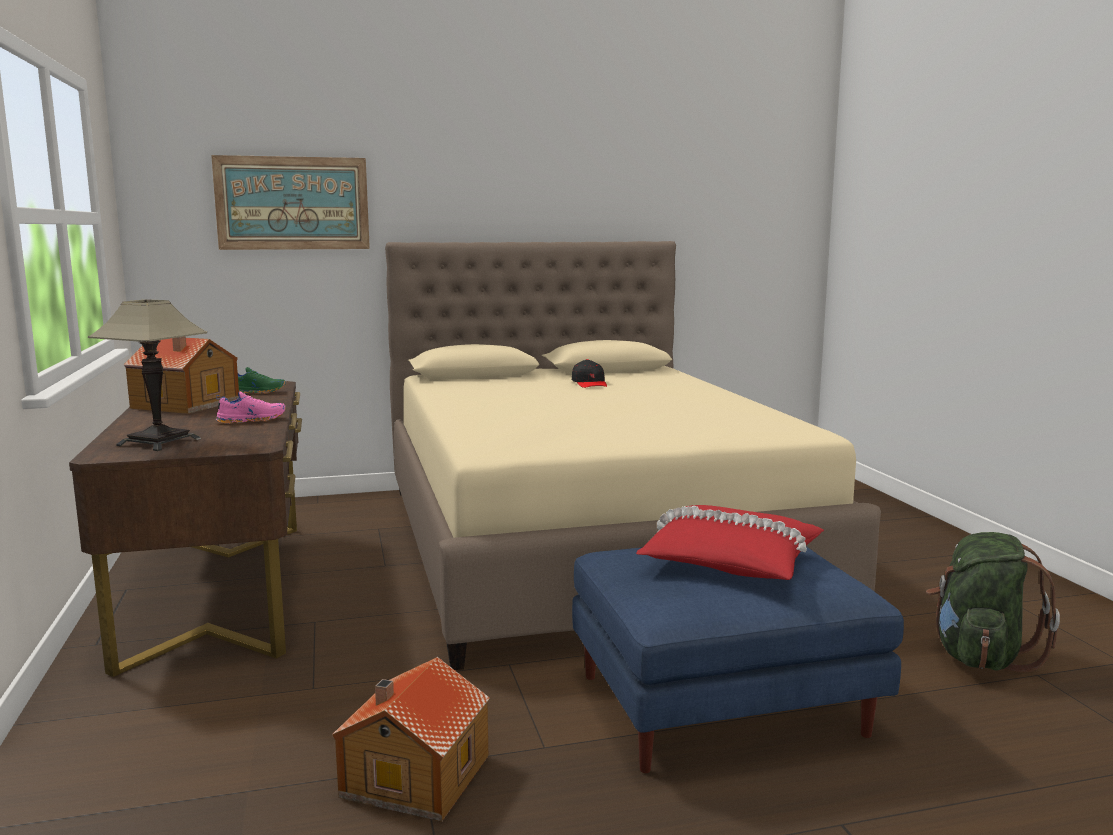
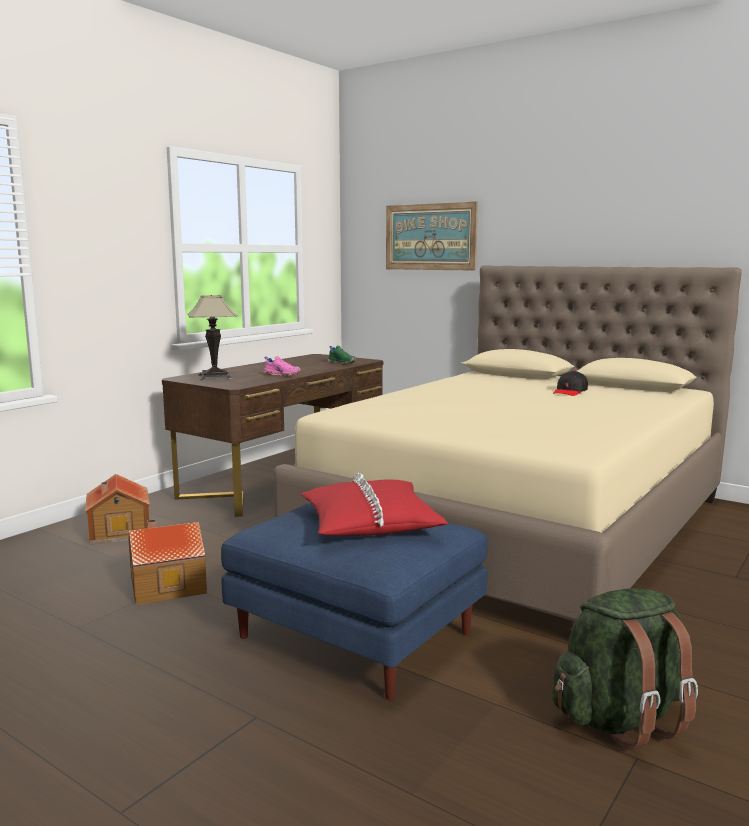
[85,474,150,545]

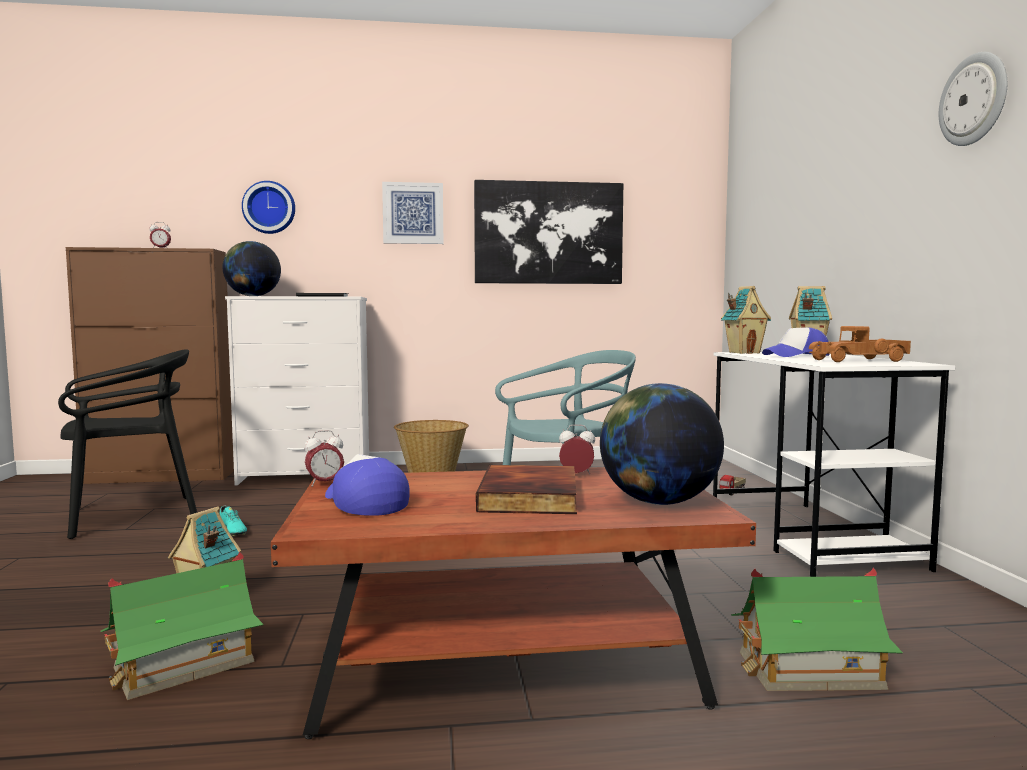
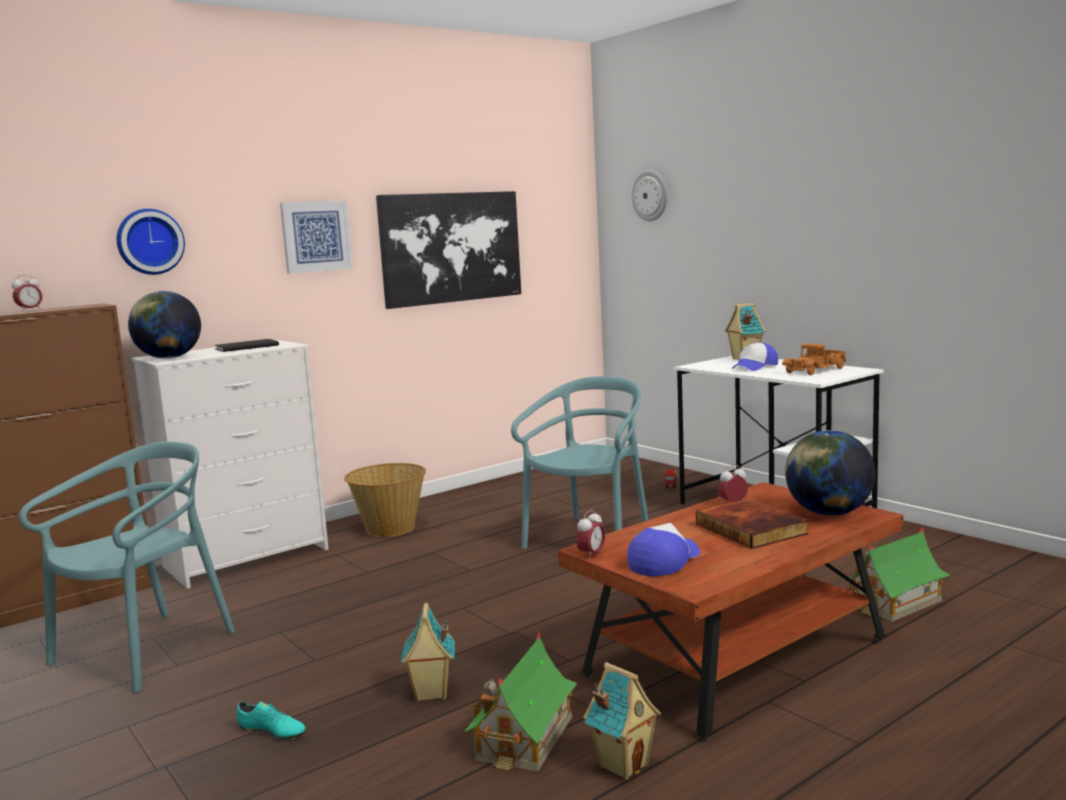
[19,441,235,693]
[237,701,306,741]
[583,662,661,780]
[627,523,700,576]
[631,170,667,221]

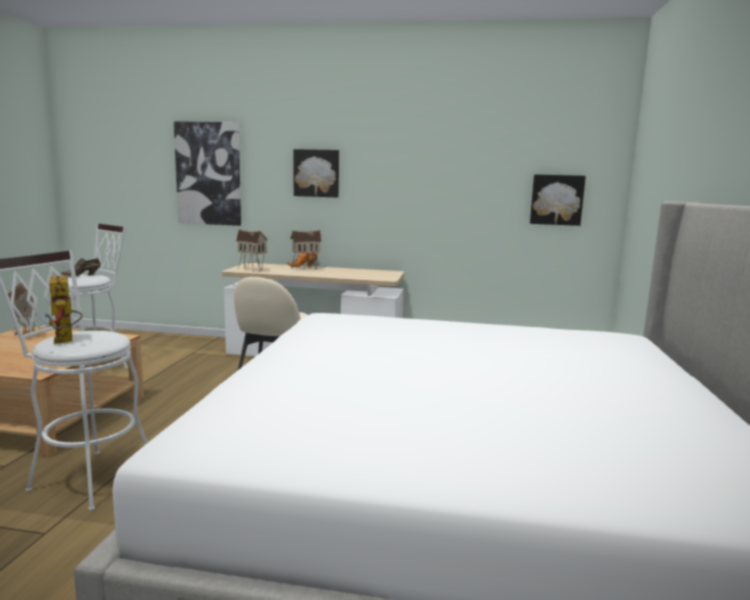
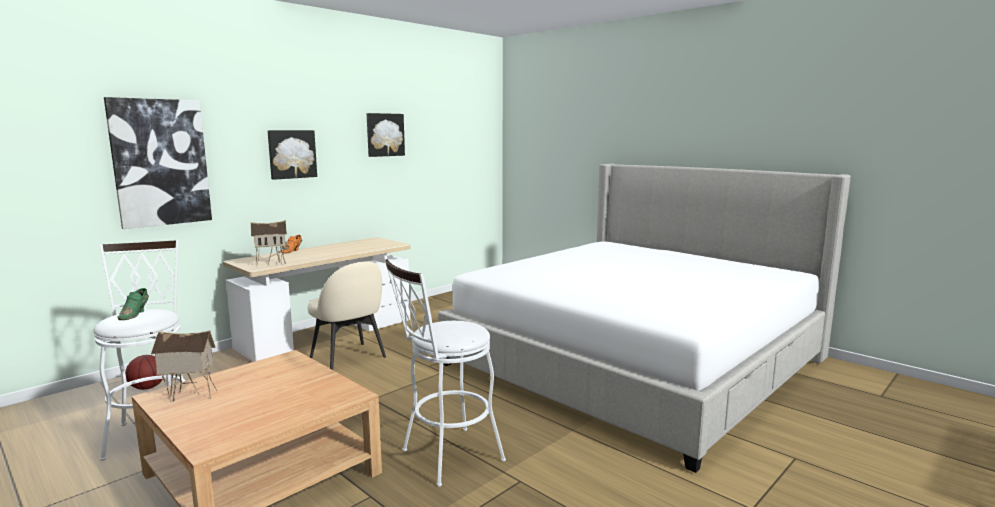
[117,288,149,320]
[125,355,163,390]
[367,113,405,157]
[45,275,82,344] (first image)
[290,230,321,270] (first image)

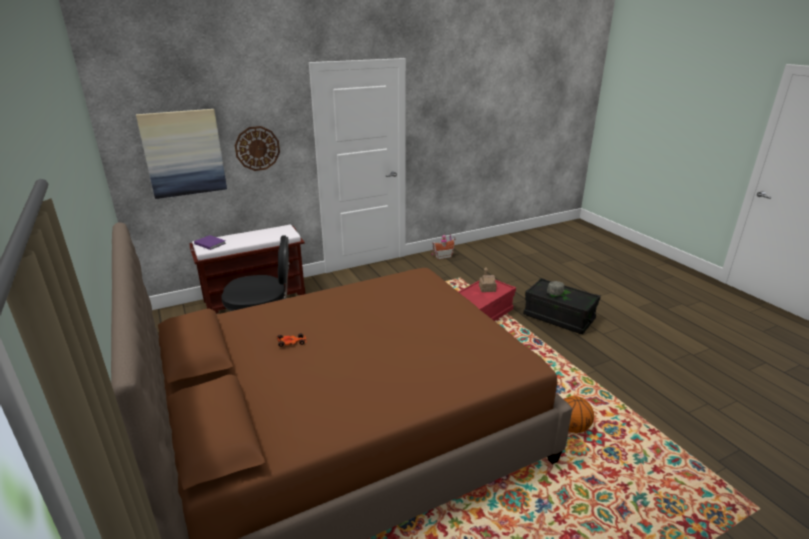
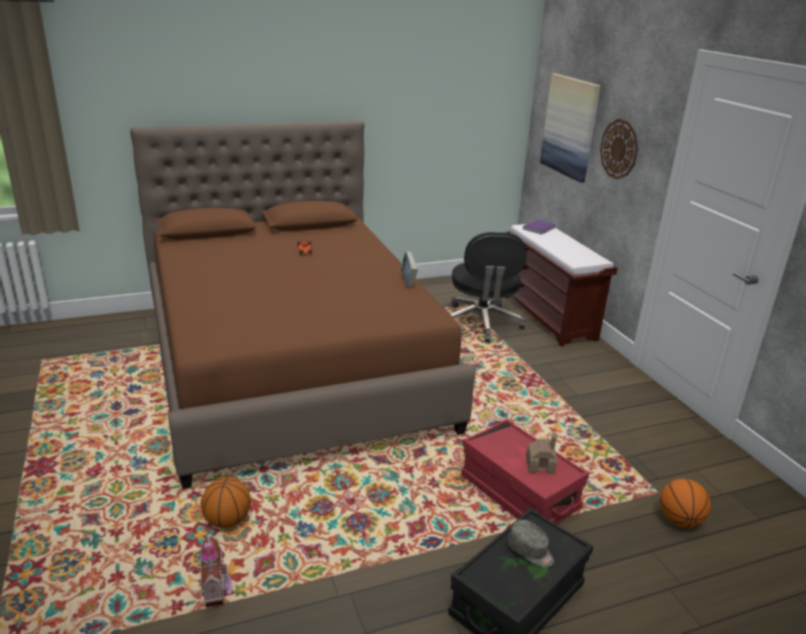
[200,531,233,607]
[401,251,418,287]
[660,479,711,528]

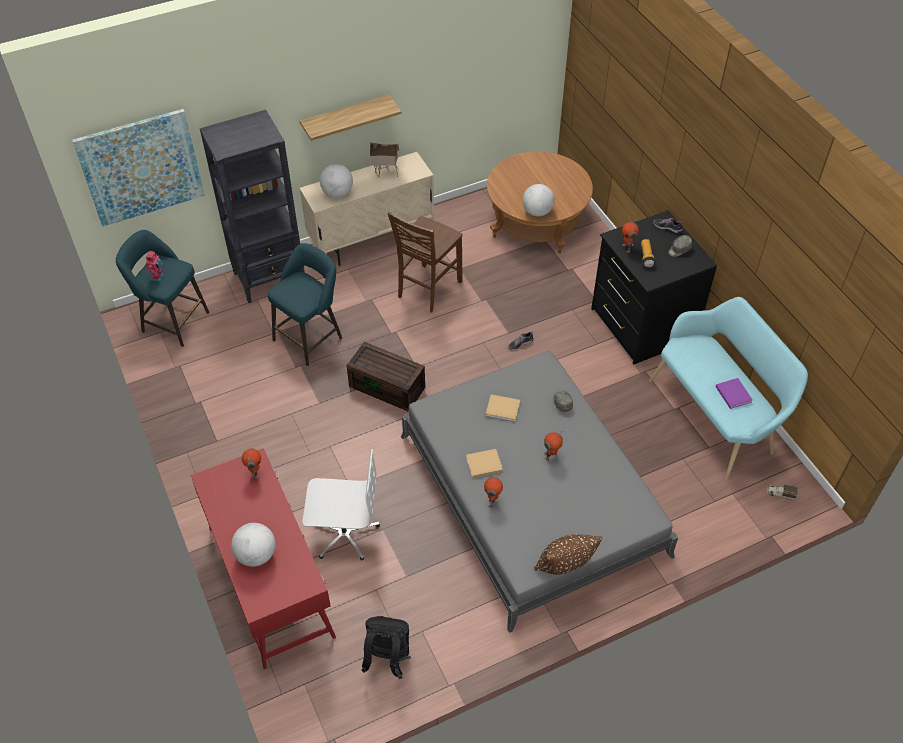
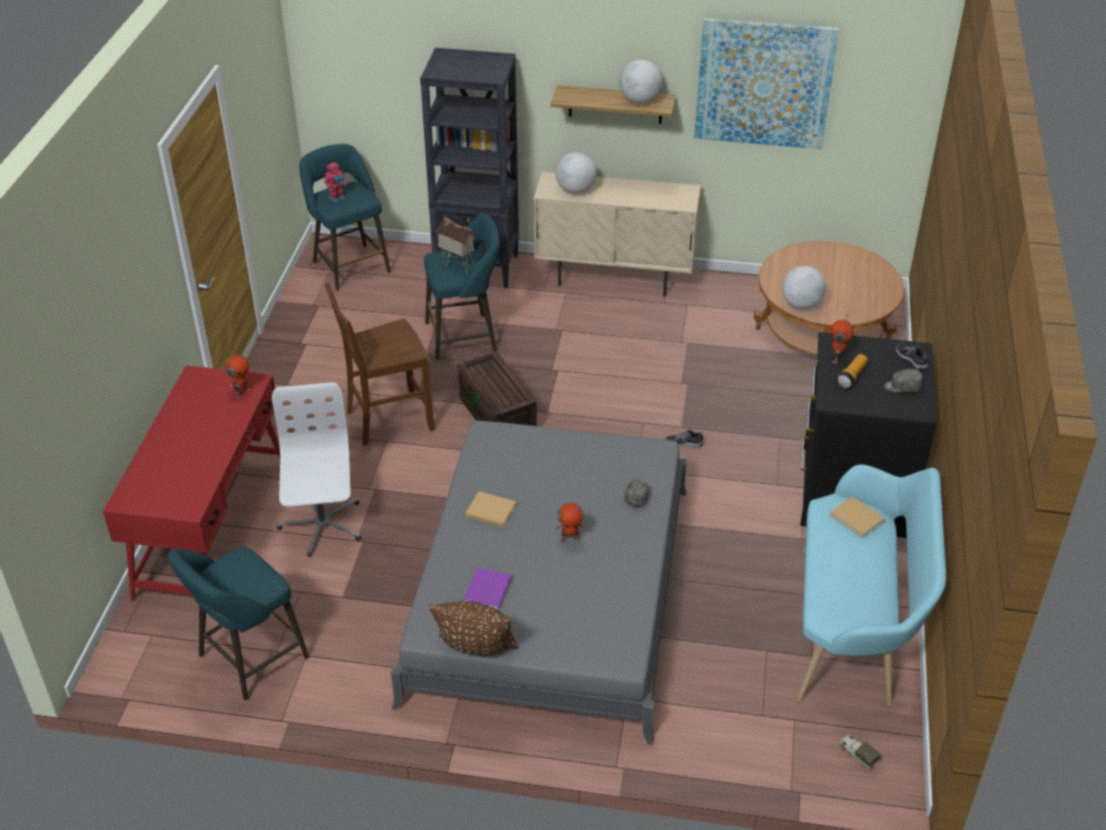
[167,547,309,700]
[272,382,361,557]
[325,283,435,446]
[436,216,476,275]
[464,568,511,610]
[619,59,662,103]
[694,18,839,149]
[829,496,885,538]
[484,473,503,508] (first image)

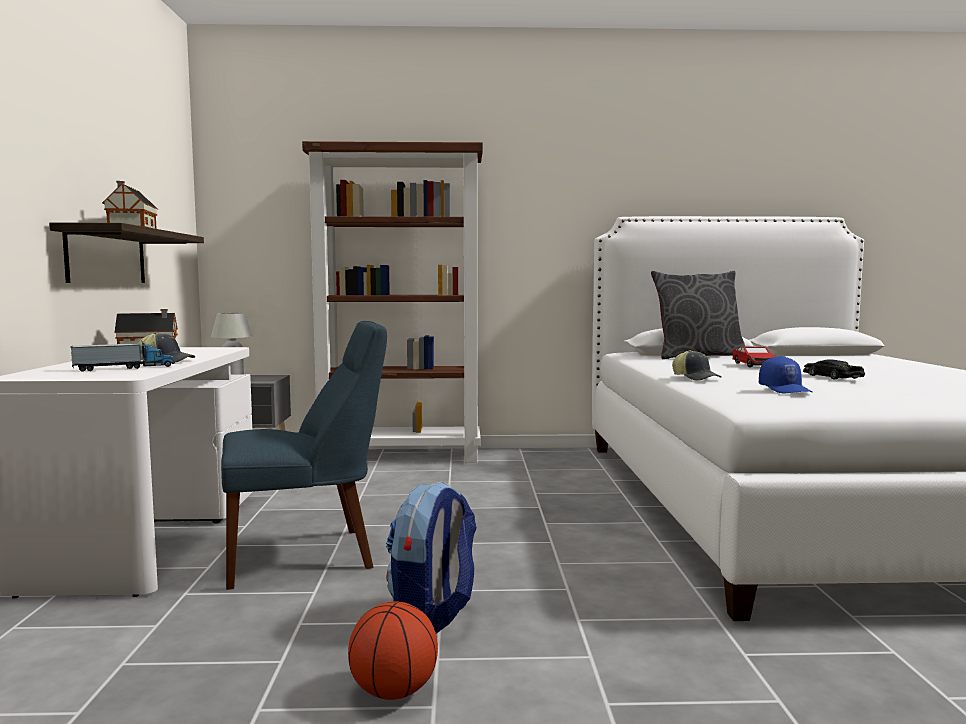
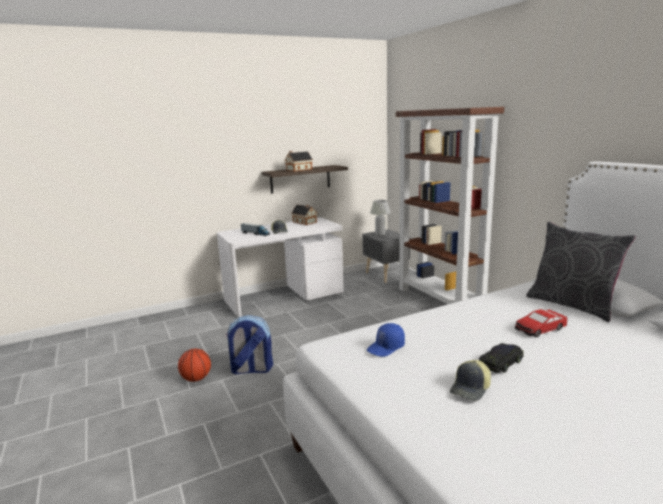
[450,360,491,401]
[221,321,387,590] (first image)

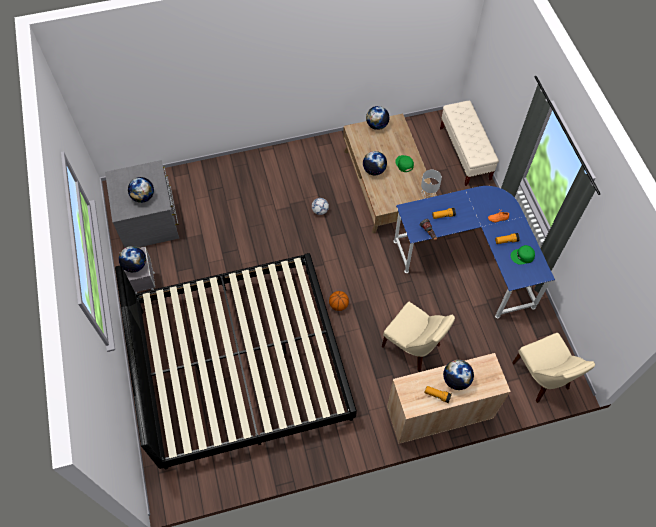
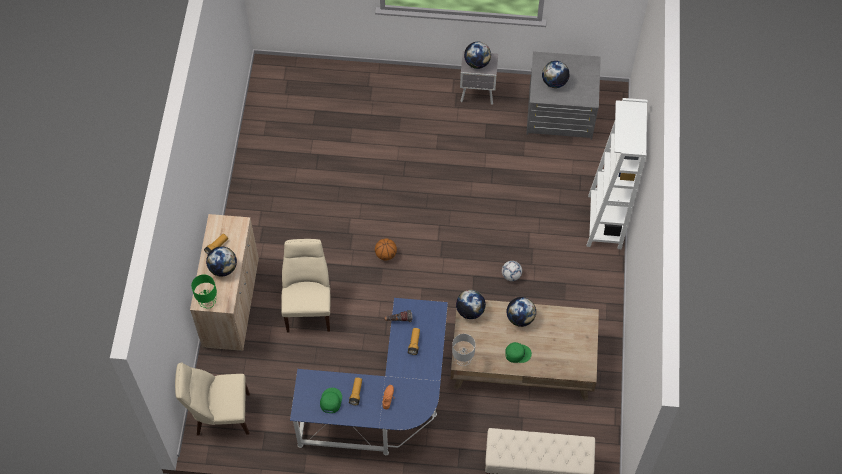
[191,274,217,309]
[281,239,330,333]
[456,290,486,319]
[586,98,647,249]
[115,253,357,469] (first image)

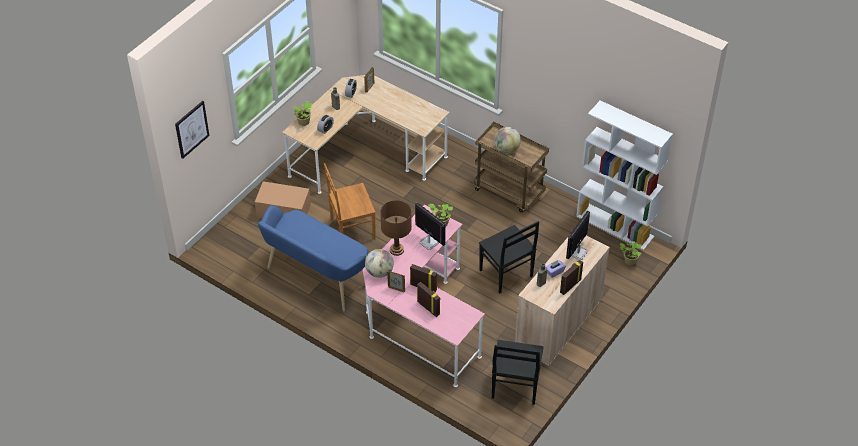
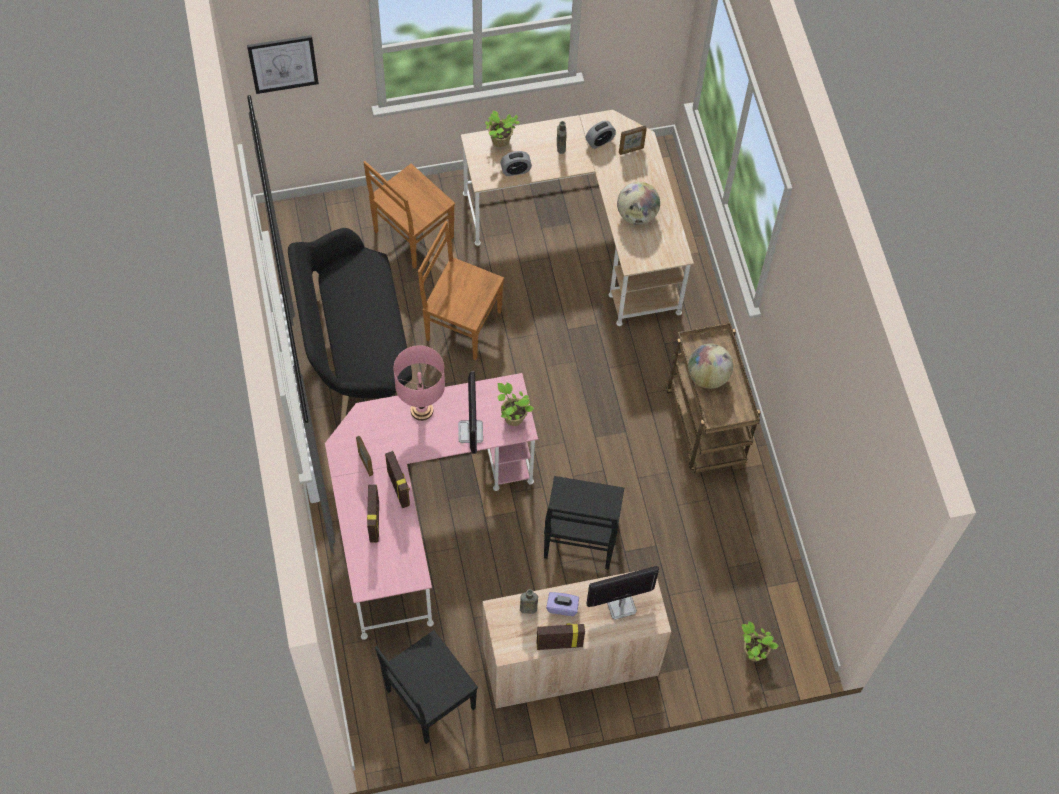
[288,228,412,422]
[364,161,455,269]
[393,345,445,421]
[617,182,660,225]
[576,100,673,250] (first image)

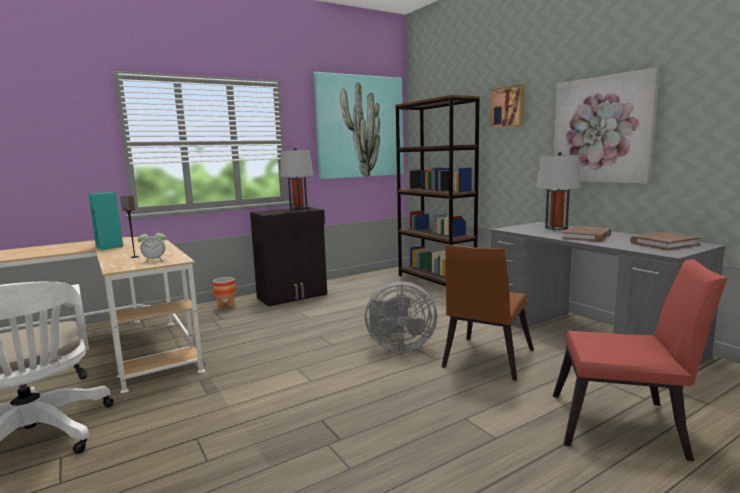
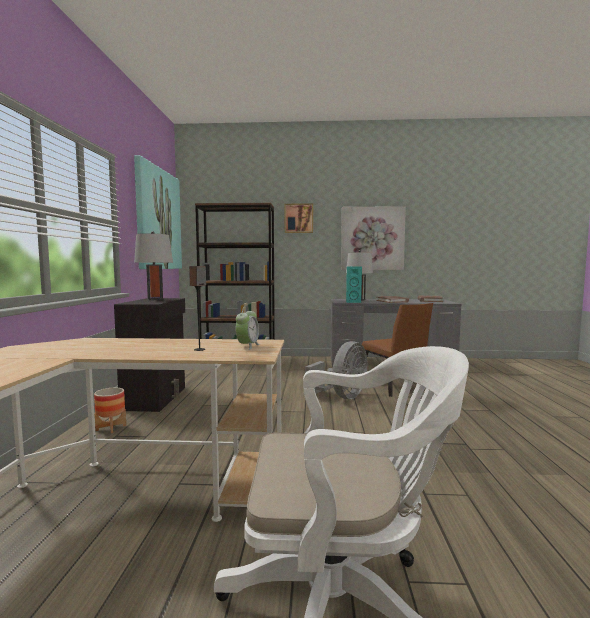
[346,266,362,303]
[553,259,727,461] (first image)

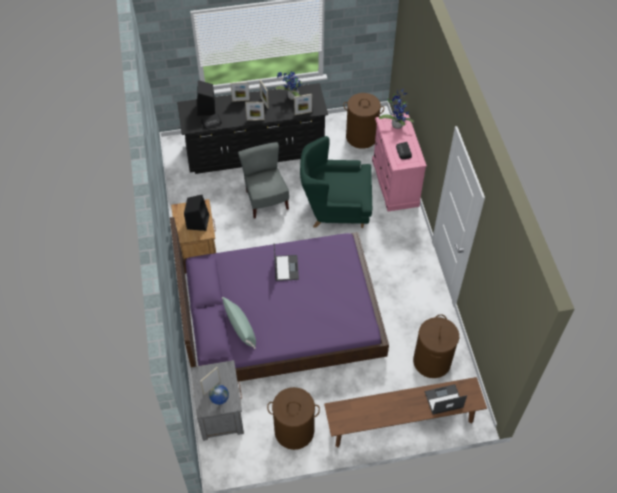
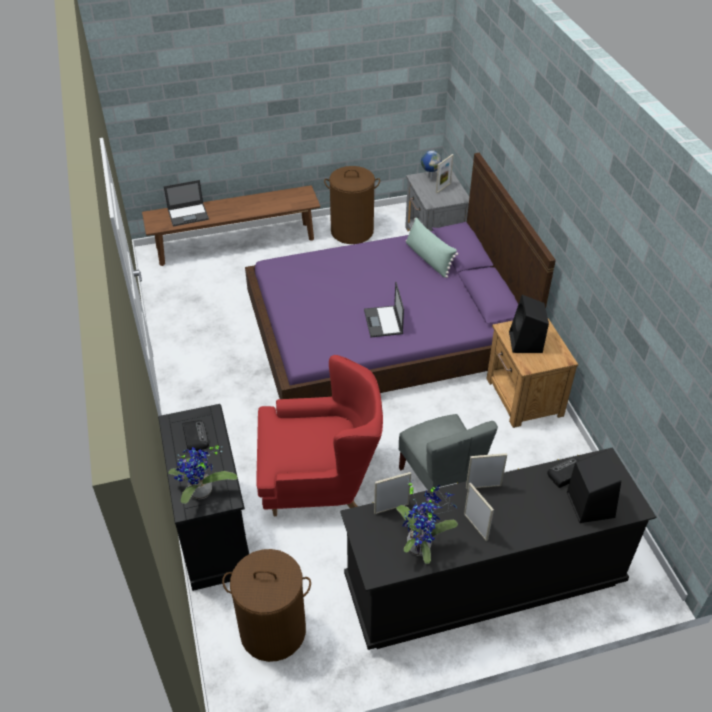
[158,404,249,591]
[256,355,383,516]
[230,82,250,102] (first image)
[413,314,459,378] (first image)

